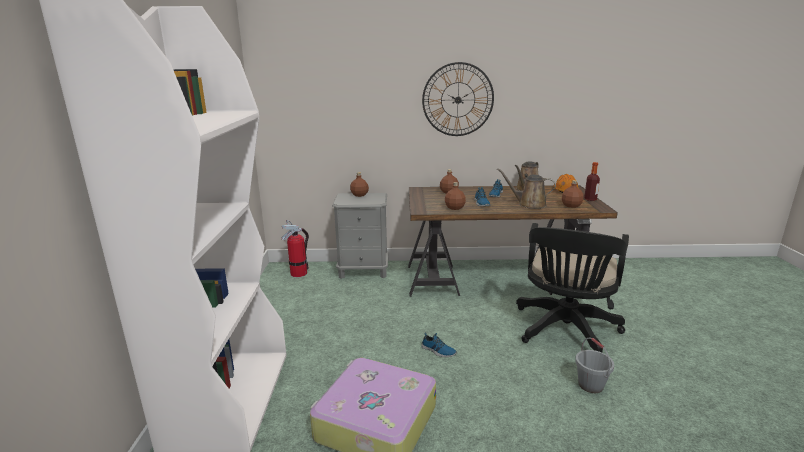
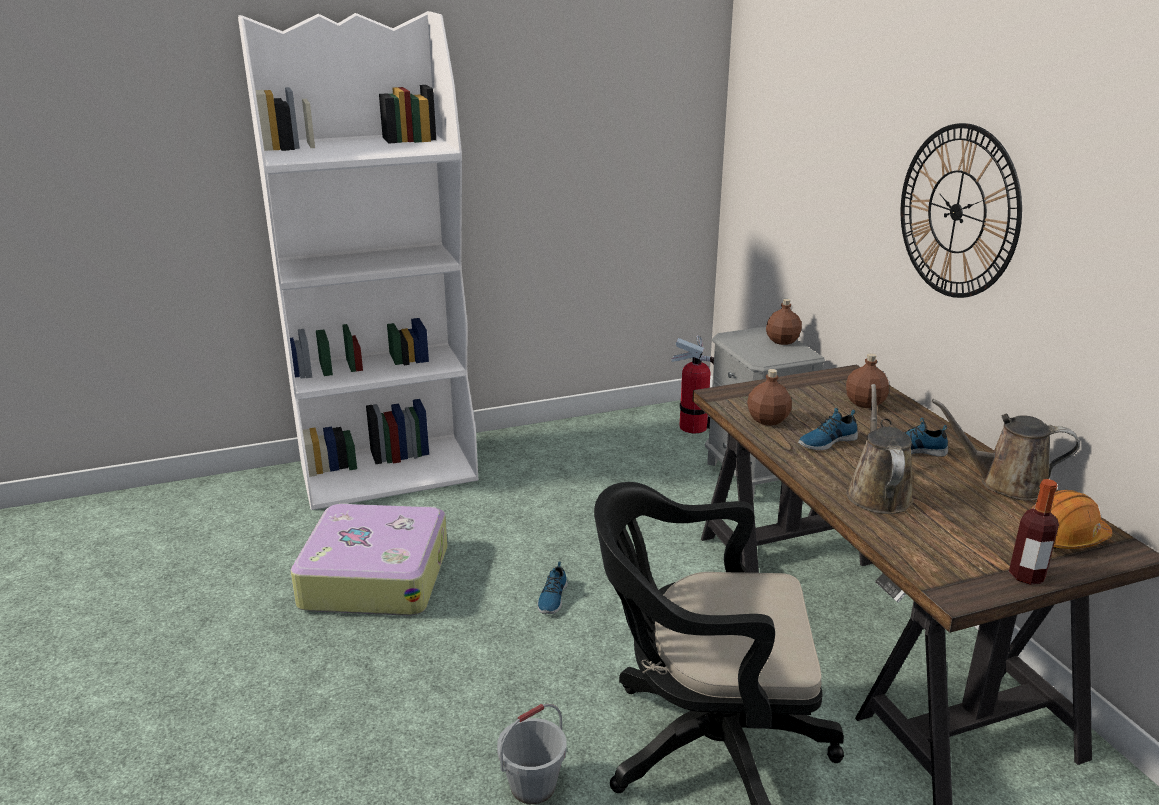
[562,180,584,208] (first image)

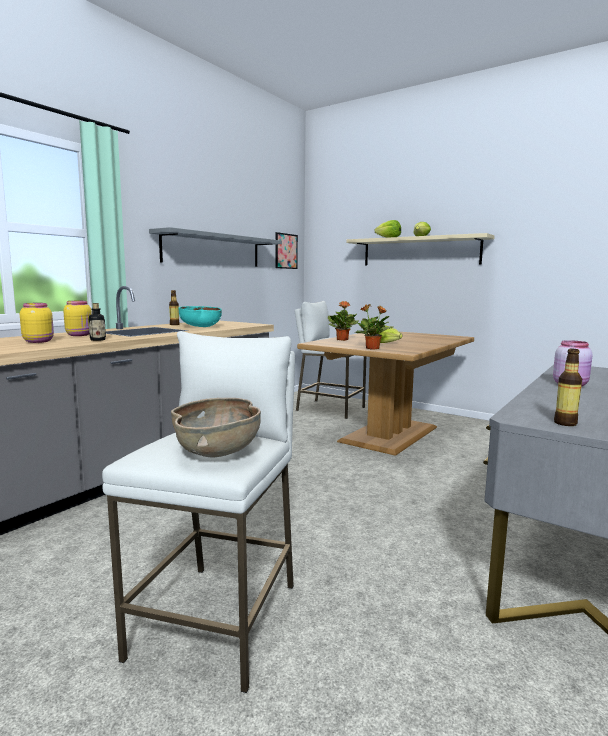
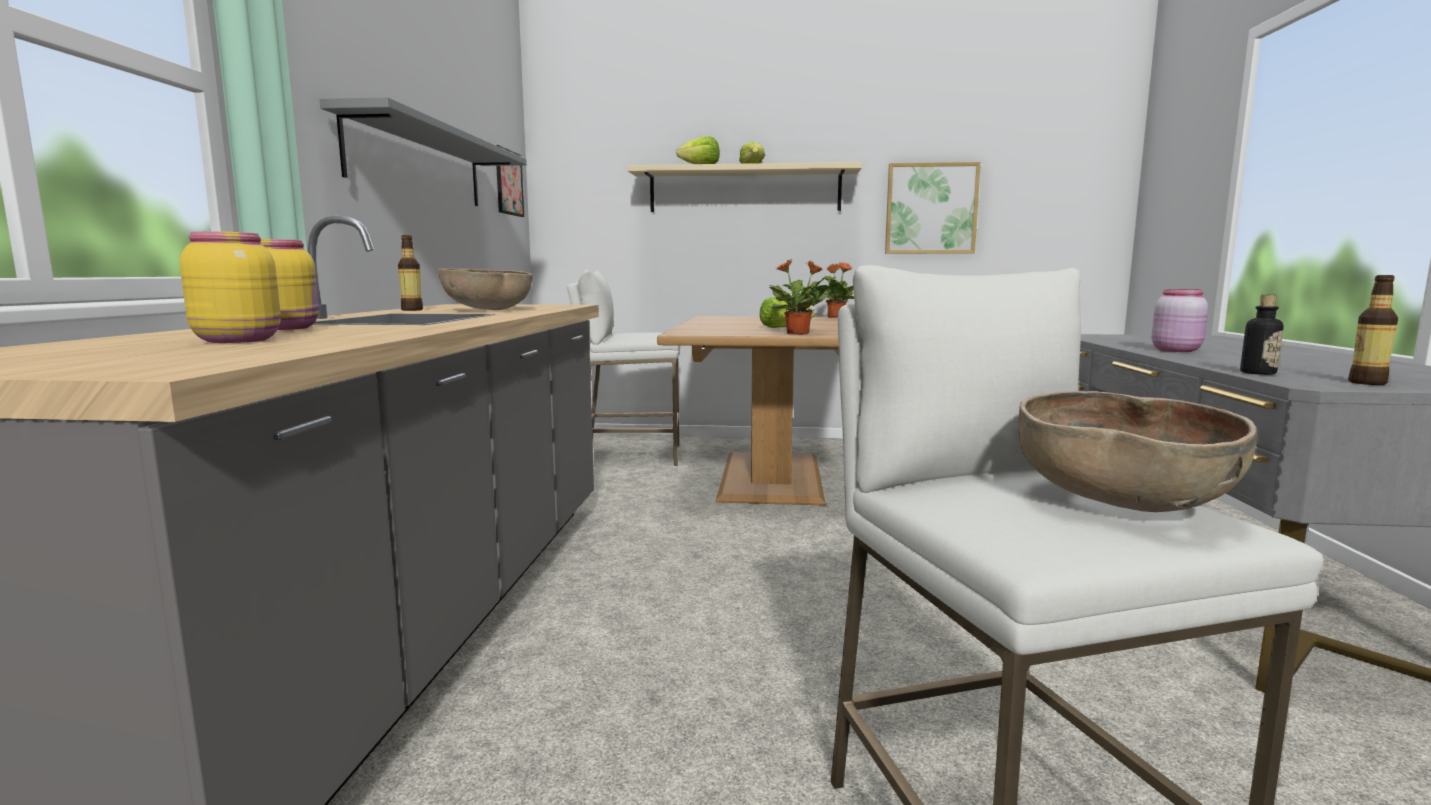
[438,268,532,310]
[816,262,854,318]
[885,162,981,254]
[1240,295,1283,375]

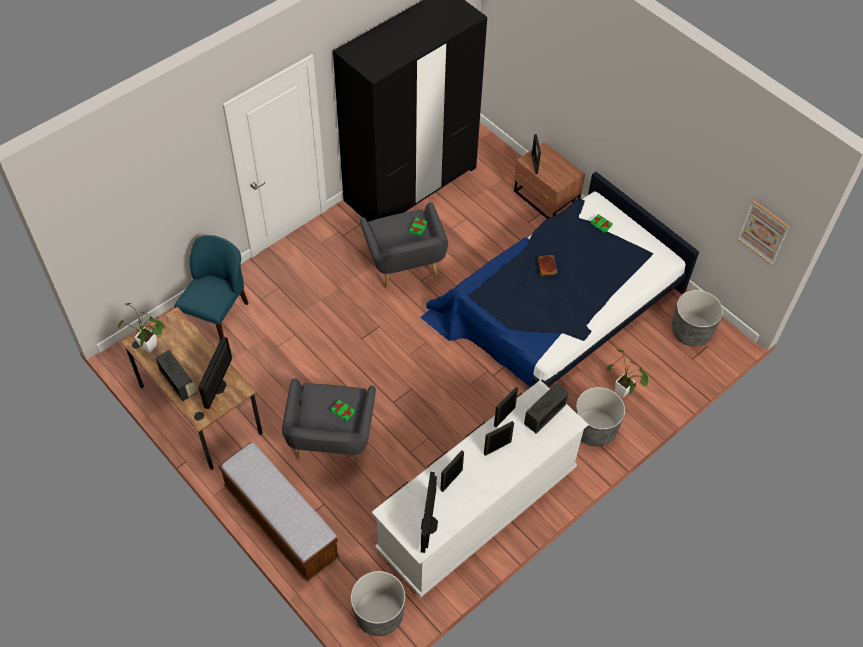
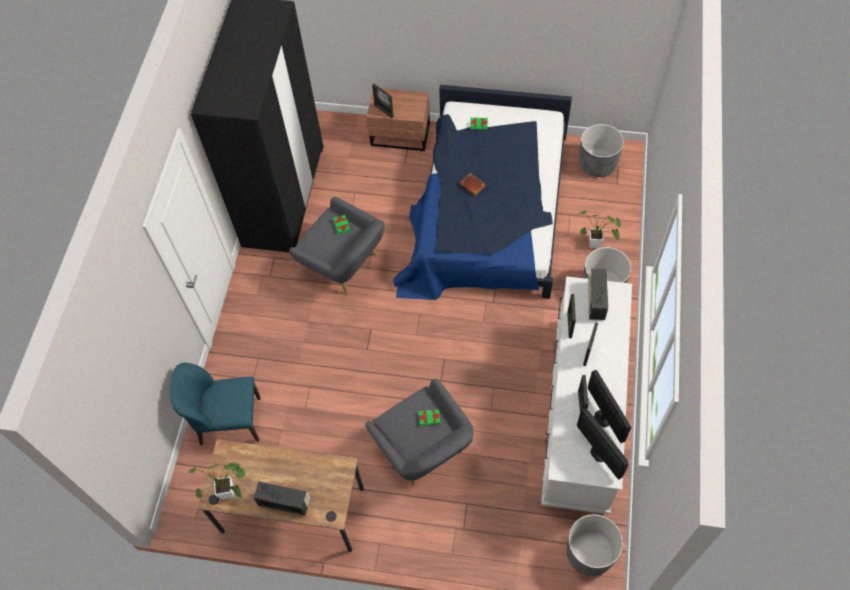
[170,363,261,445]
[588,370,631,443]
[218,442,340,582] (first image)
[737,200,790,265] (first image)

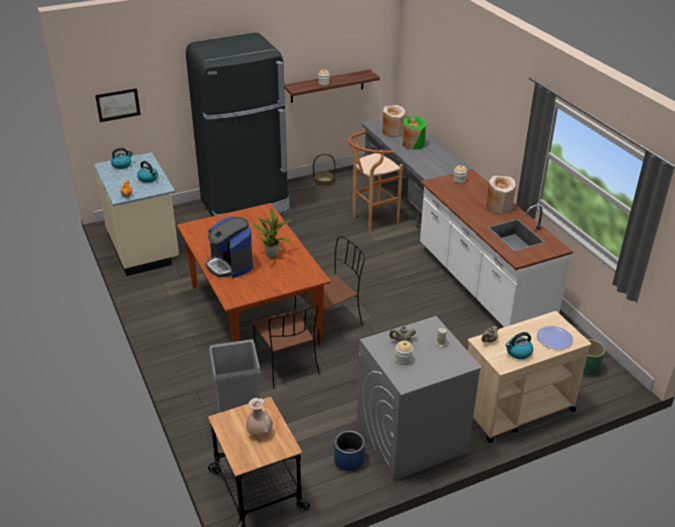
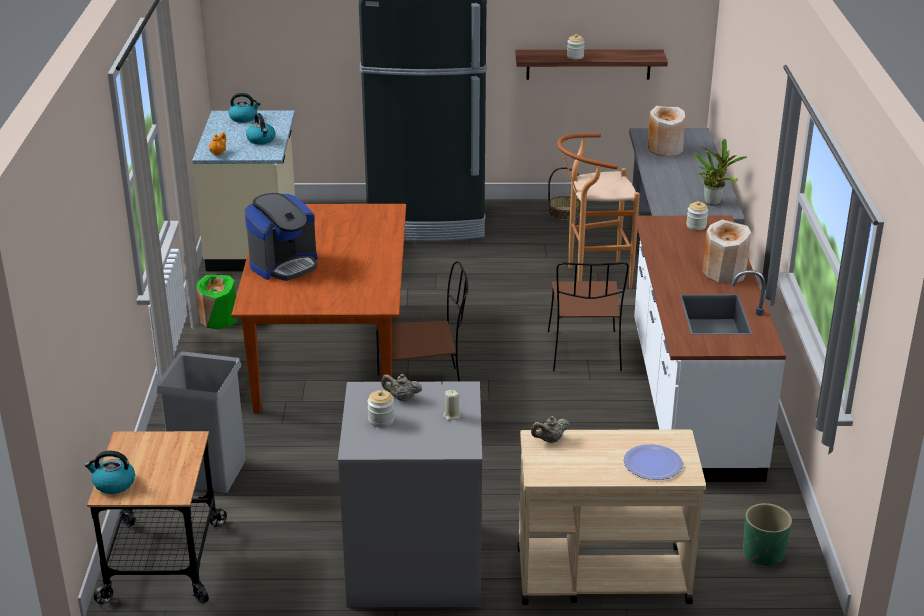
[85,451,135,494]
[197,275,237,329]
[245,193,317,281]
[548,262,629,371]
[694,139,747,206]
[95,88,141,122] (first image)
[246,398,273,436] (first image)
[334,430,365,471] (first image)

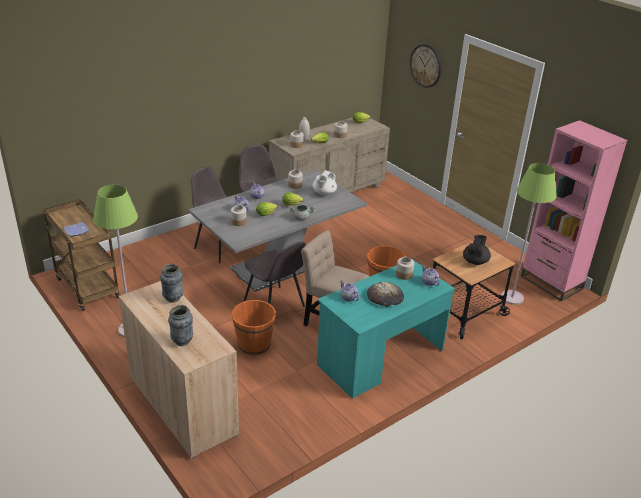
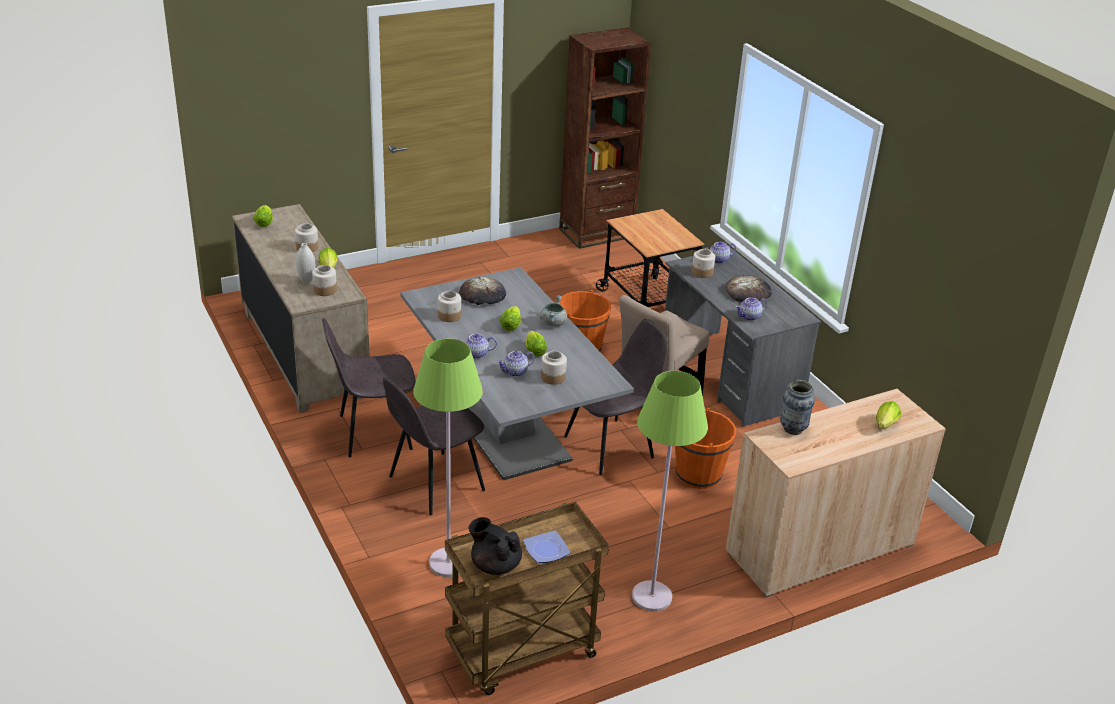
[413,339,483,577]
[459,277,506,305]
[469,517,522,575]
[559,28,651,249]
[665,248,821,427]
[876,401,901,429]
[410,44,441,88] (first image)

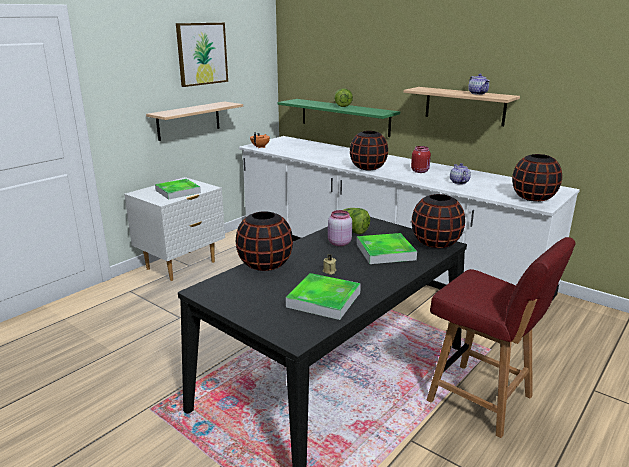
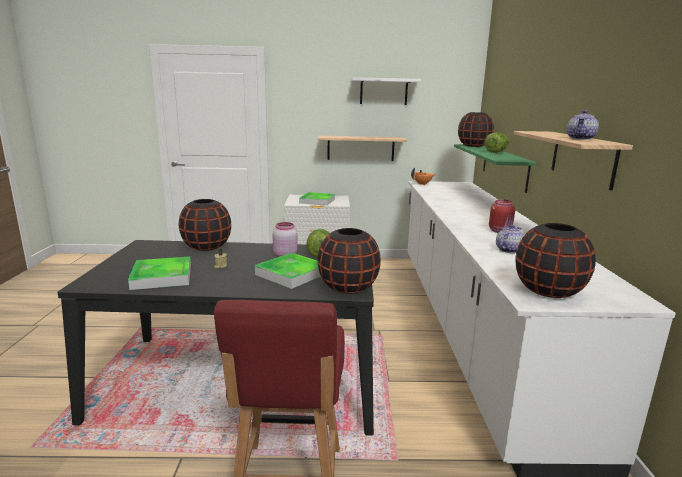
[352,77,421,105]
[458,112,494,147]

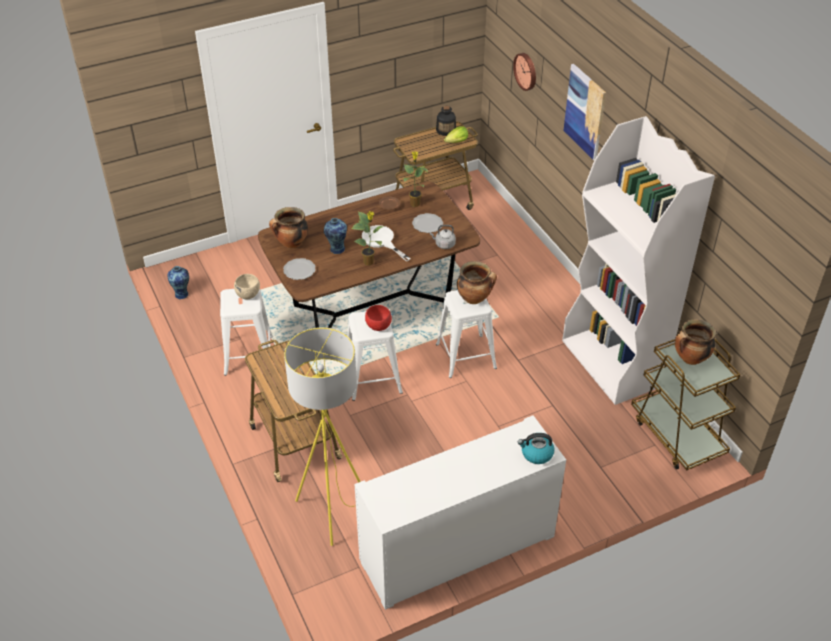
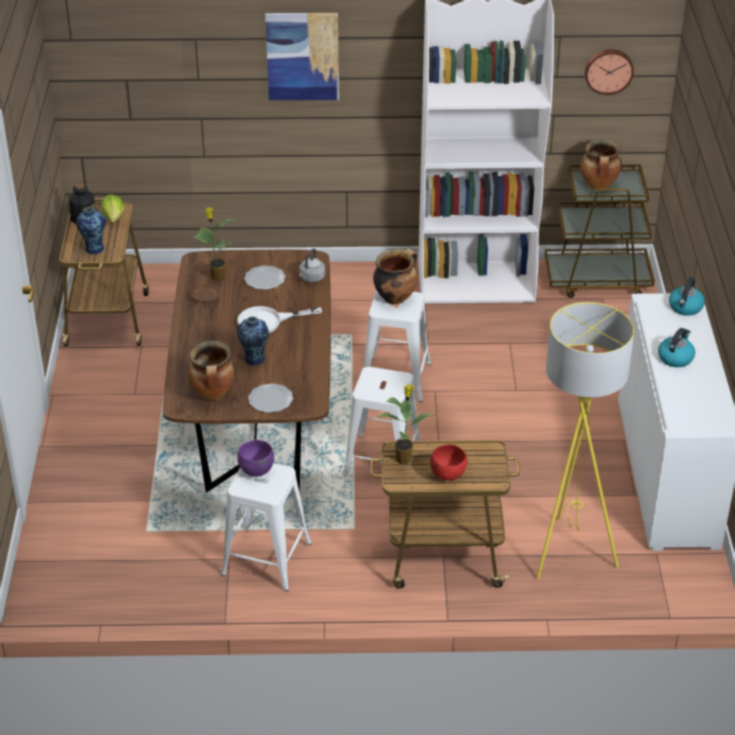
[76,208,106,254]
[237,440,274,477]
[378,384,435,464]
[430,445,468,481]
[585,49,634,95]
[658,328,695,367]

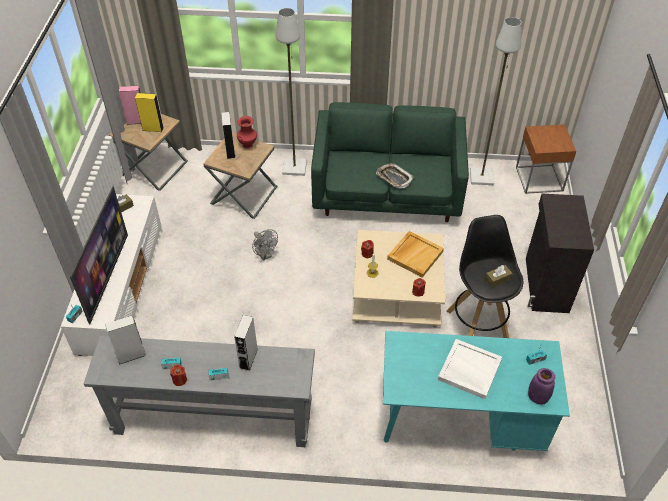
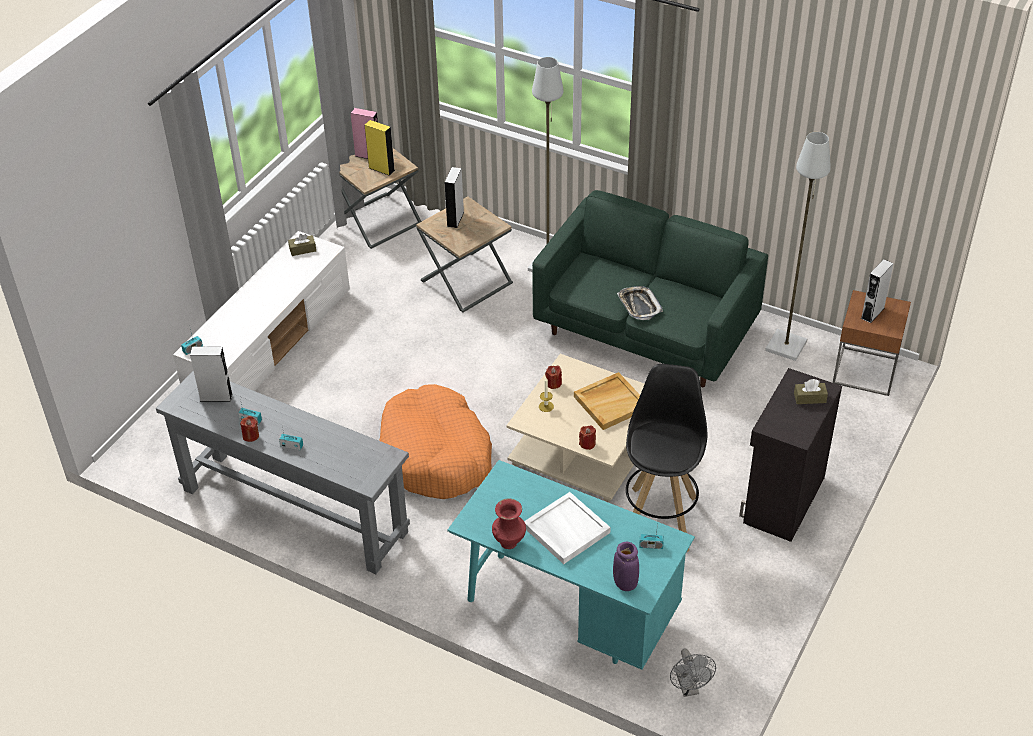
[379,384,492,499]
[492,499,526,549]
[670,648,716,697]
[794,379,828,404]
[861,259,894,323]
[70,187,128,324] (first image)

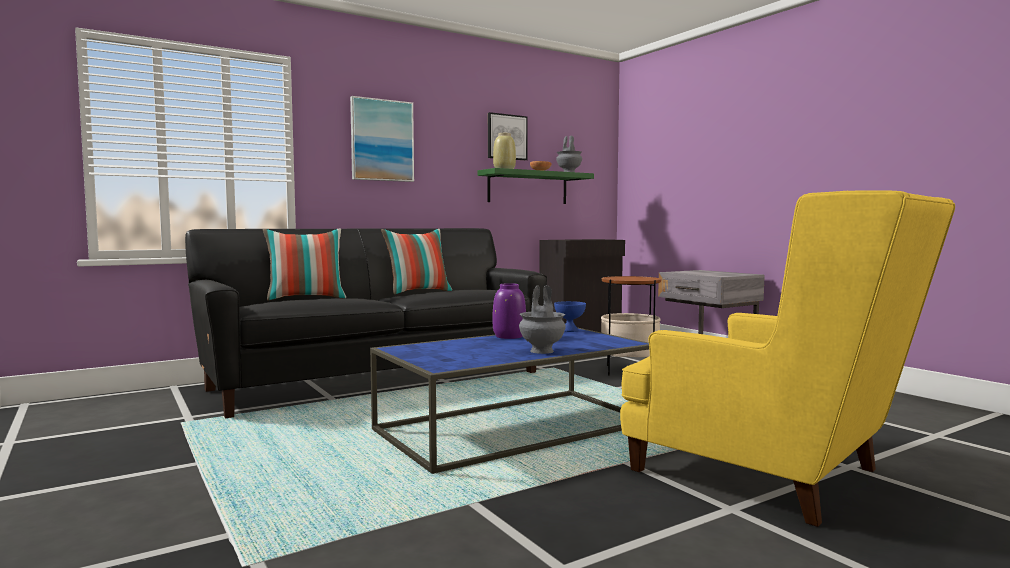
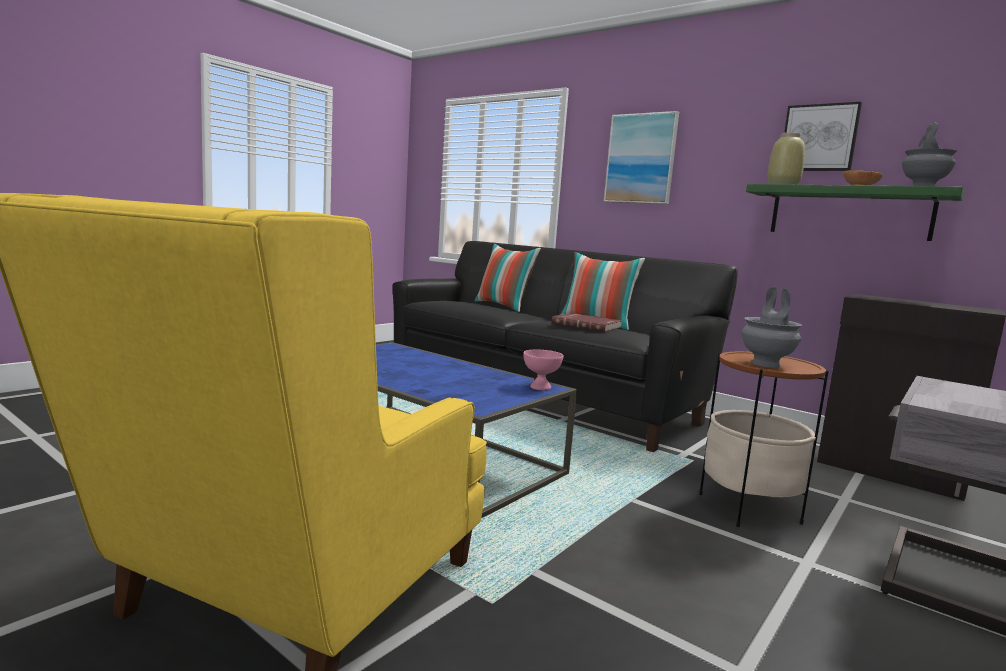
[523,350,564,390]
[552,313,622,332]
[741,287,802,368]
[492,283,526,339] (first image)

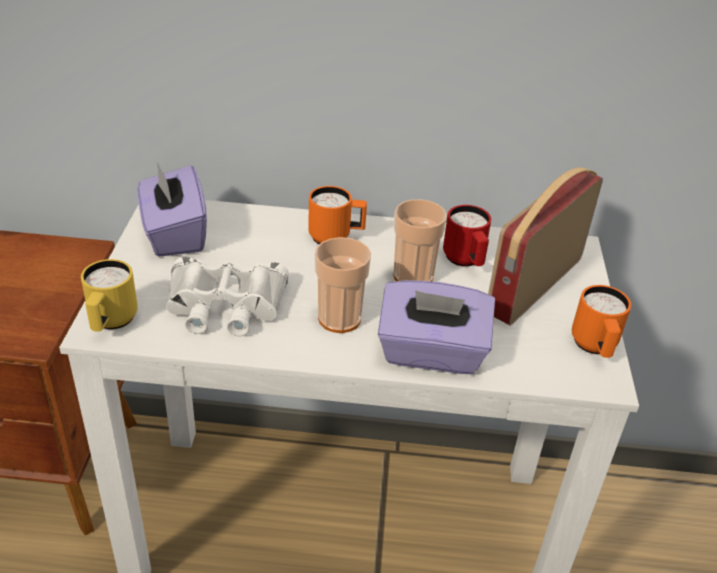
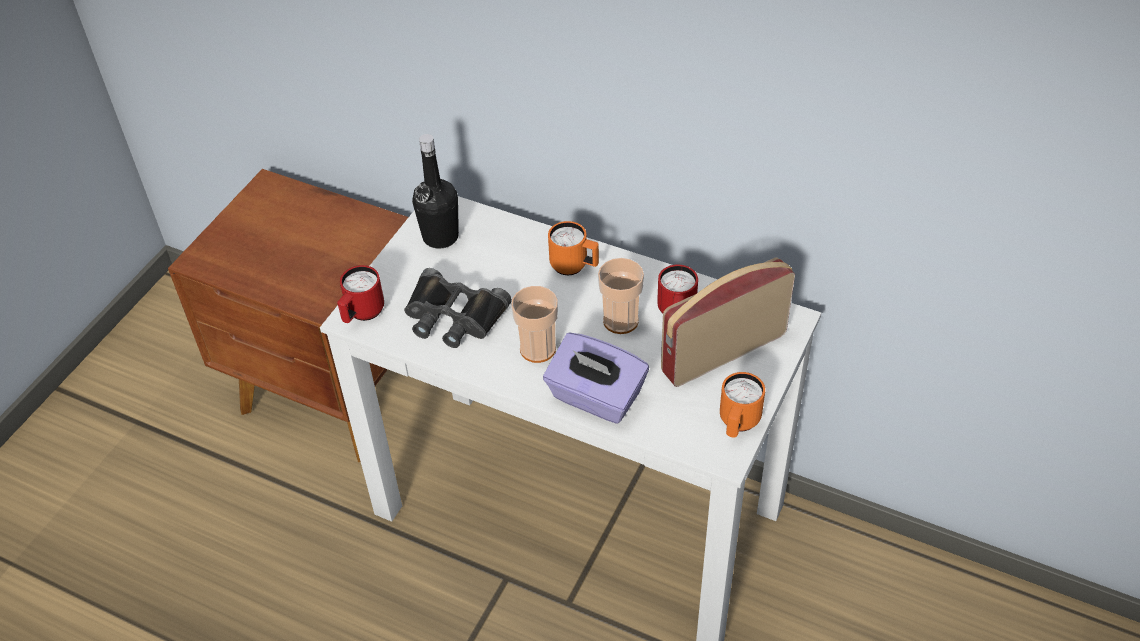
[337,265,384,323]
[404,268,512,348]
[412,134,459,249]

